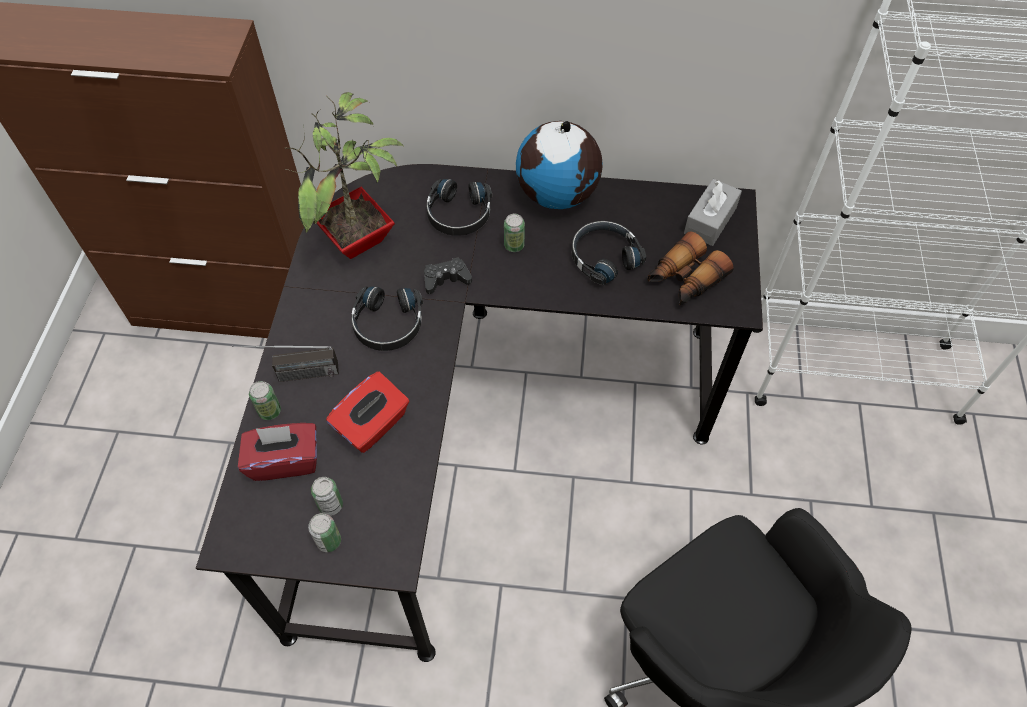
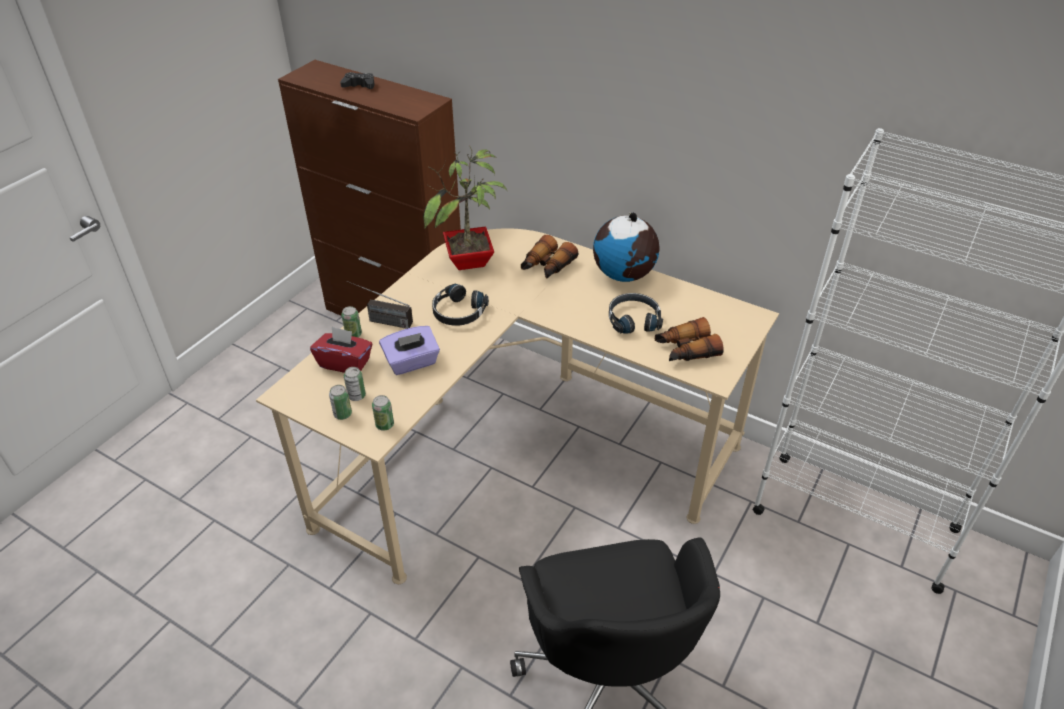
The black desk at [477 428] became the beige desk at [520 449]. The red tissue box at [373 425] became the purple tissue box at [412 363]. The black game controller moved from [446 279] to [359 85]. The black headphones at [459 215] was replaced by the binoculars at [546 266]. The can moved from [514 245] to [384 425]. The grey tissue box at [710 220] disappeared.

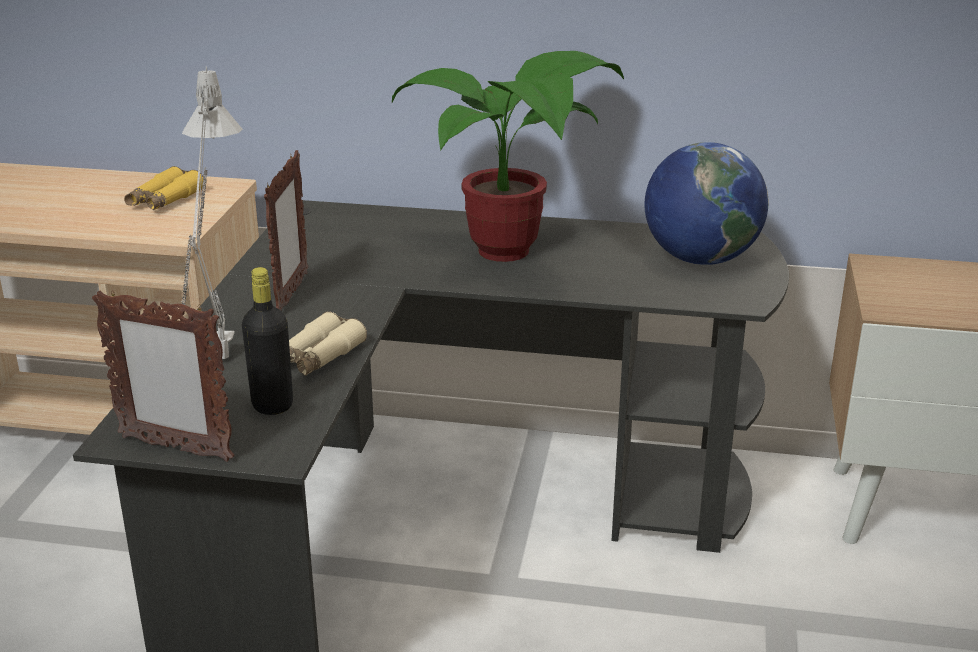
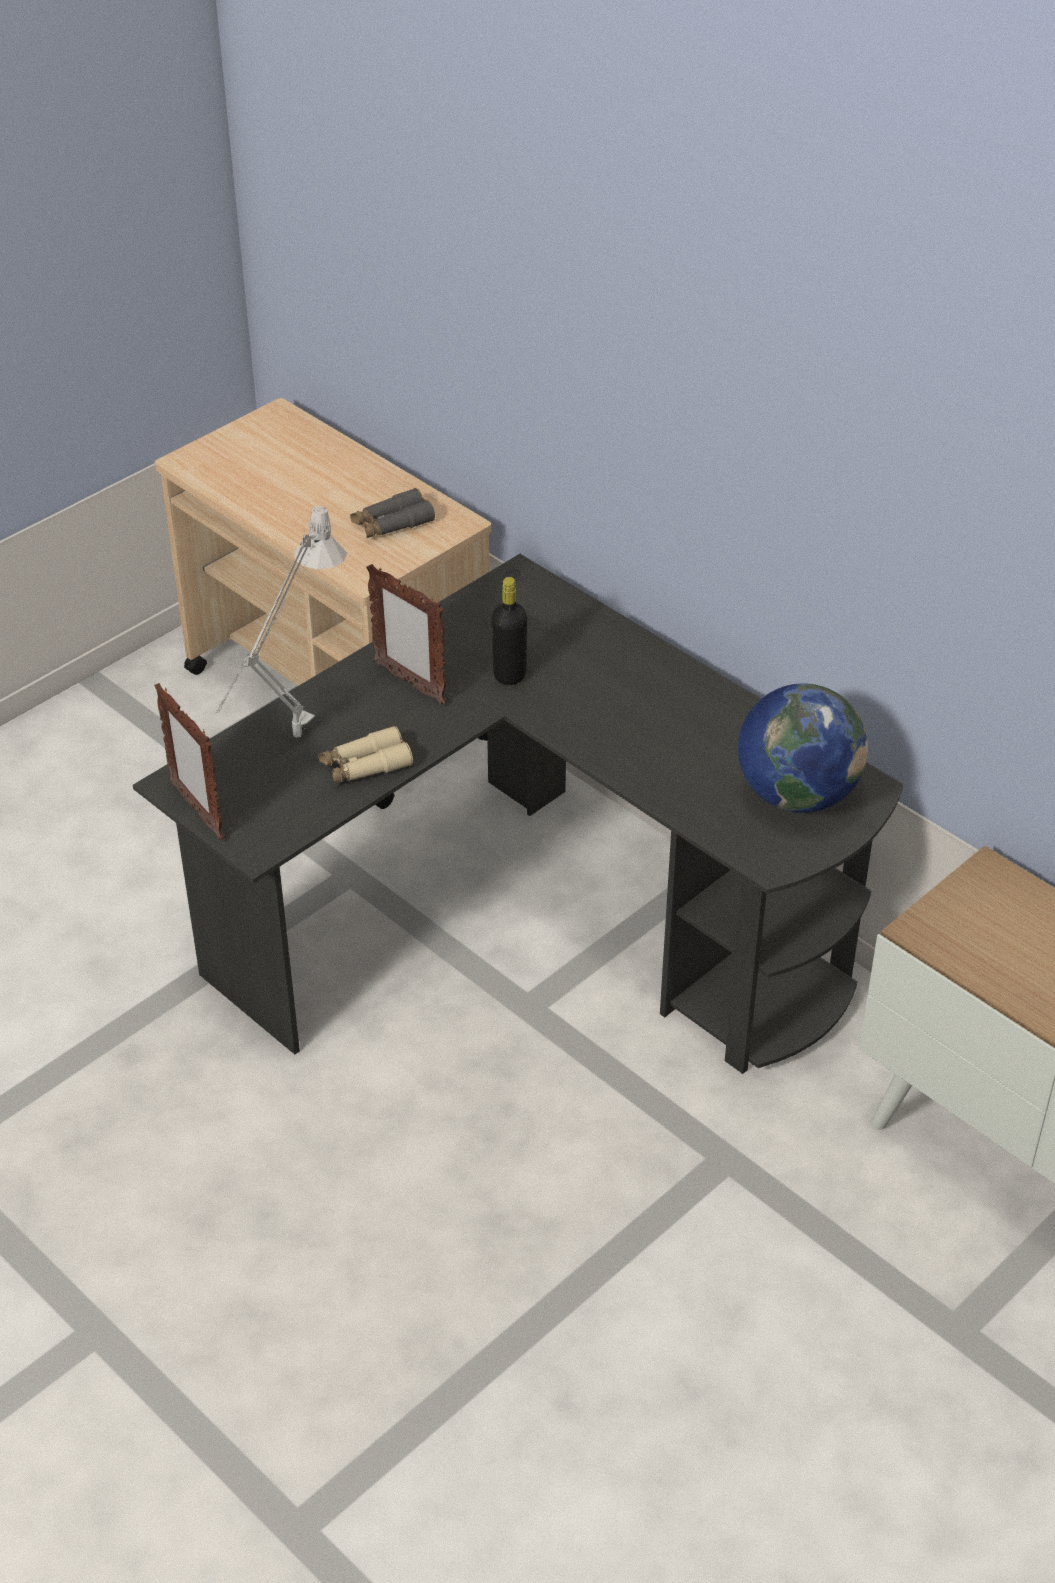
The yellow binoculars at [165 200] became the grey binoculars at [392 524]. The black bottle moved from [272 405] to [509 675]. The picture frame at [291 294] turned 90 degrees clockwise. The potted plant at [510 255] disappeared.

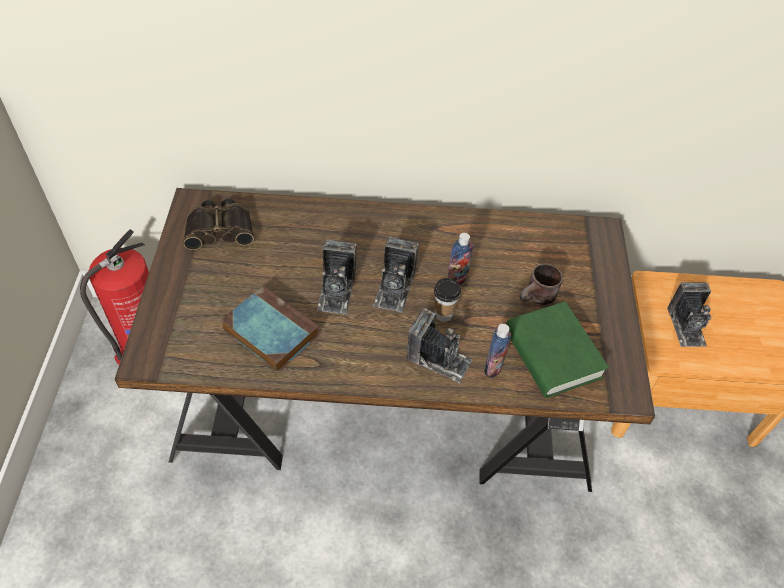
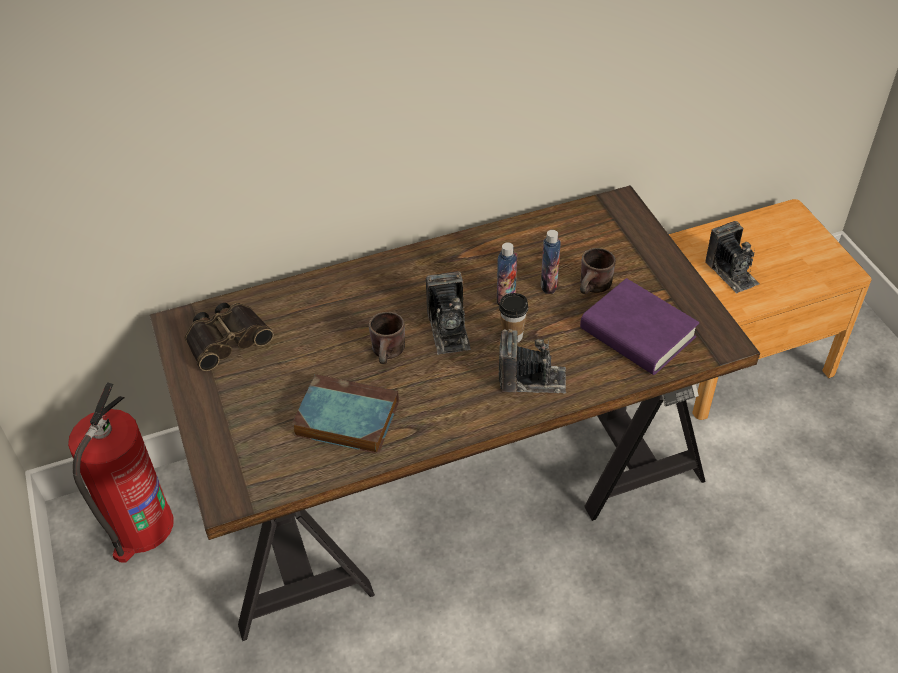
The photo camera at [336 290] was replaced by the brown mug at [390 353]. The bottle moved from [493 367] to [548 285]. The green book at [552 354] became the purple book at [637 333].

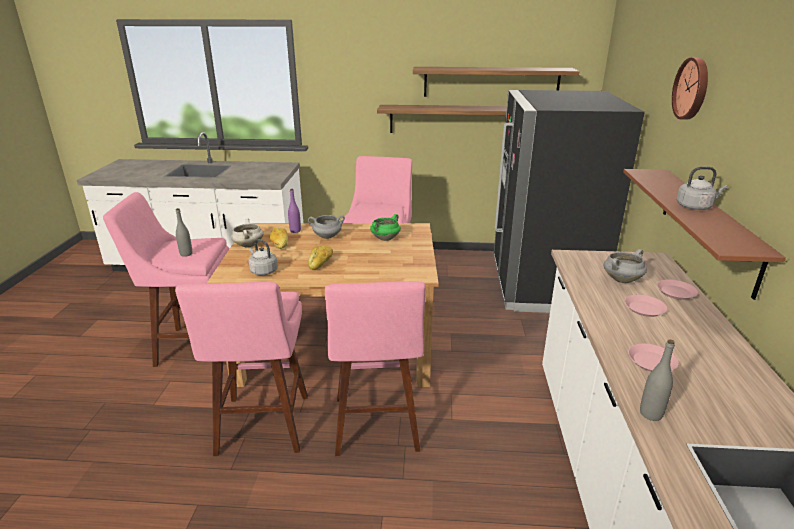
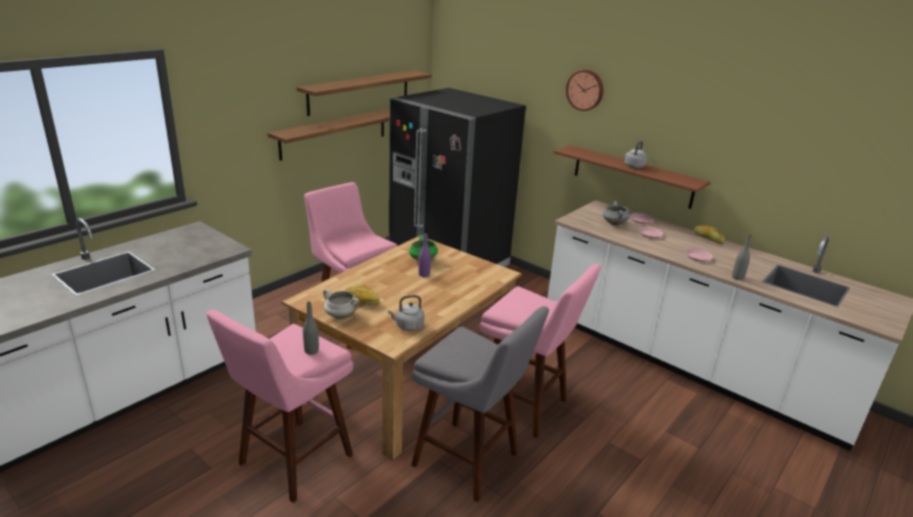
The pink stool at [262 428] became the grey stool at [470 462]. The purple bottle moved from [295 231] to [424 274]. The grey cooking pot at [327 237] disappeared. The bread moved from [321 262] to [707 239].

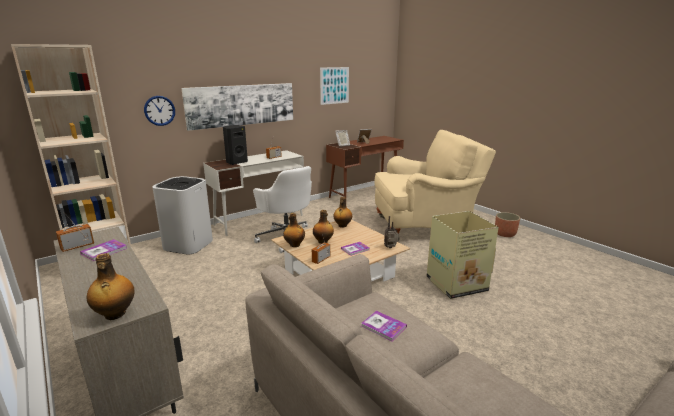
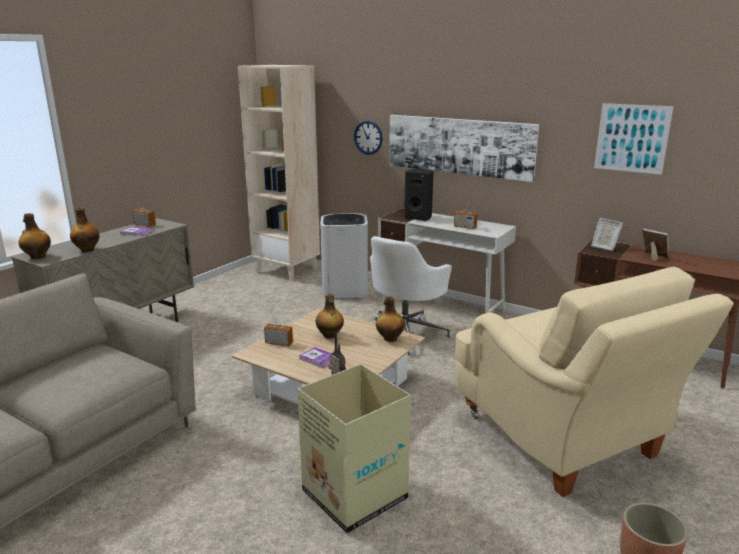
The bottle moved from [294 245] to [87 250]. The book at [383 326] disappeared.

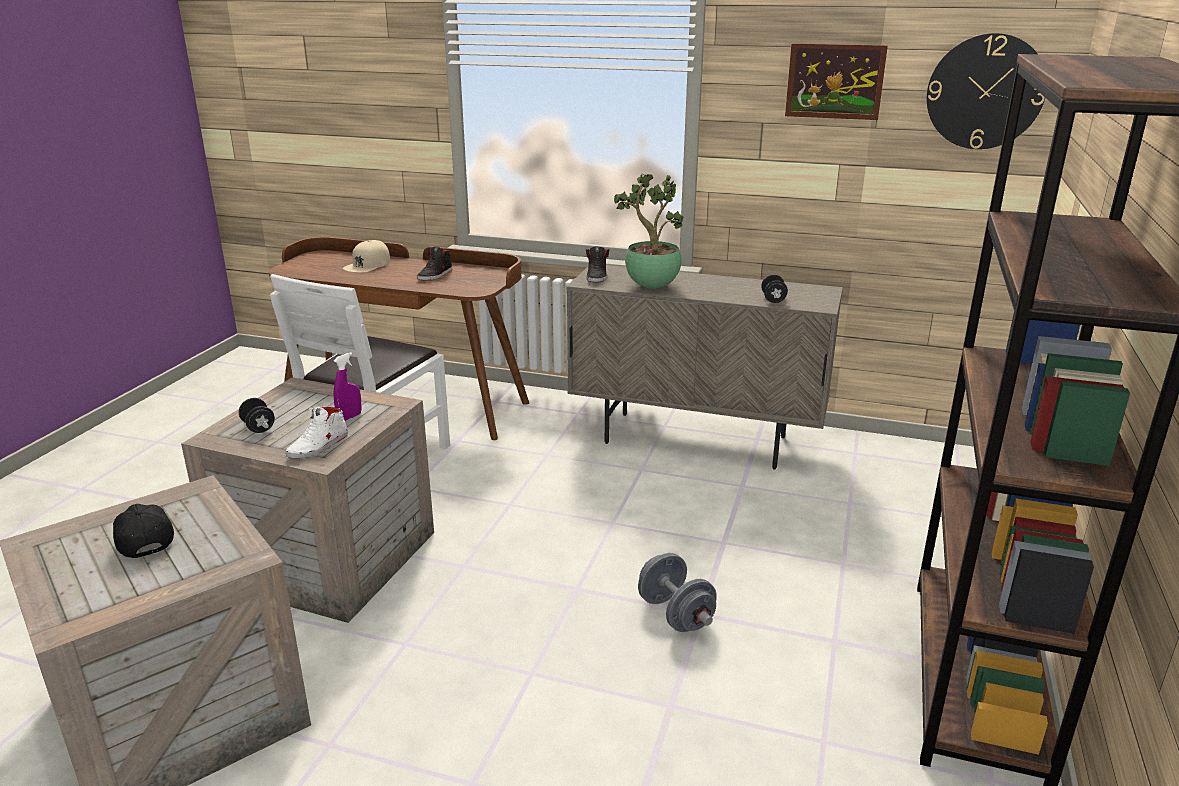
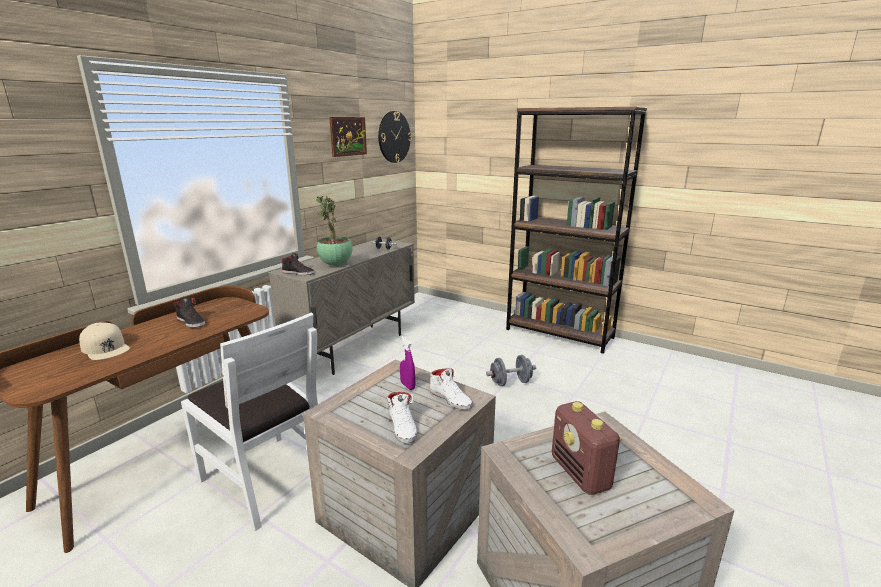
The black cap at [143 539] was replaced by the radio at [581 474]. The black dumbbell at [258 427] was replaced by the white shoe at [403 427].

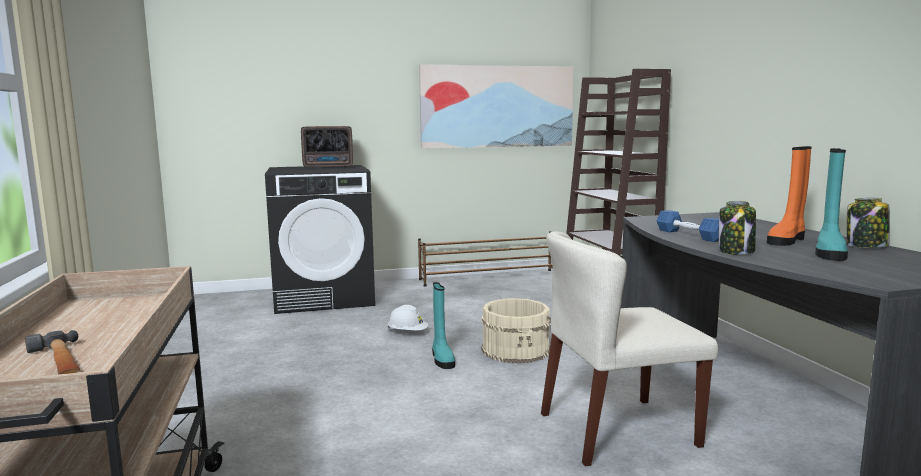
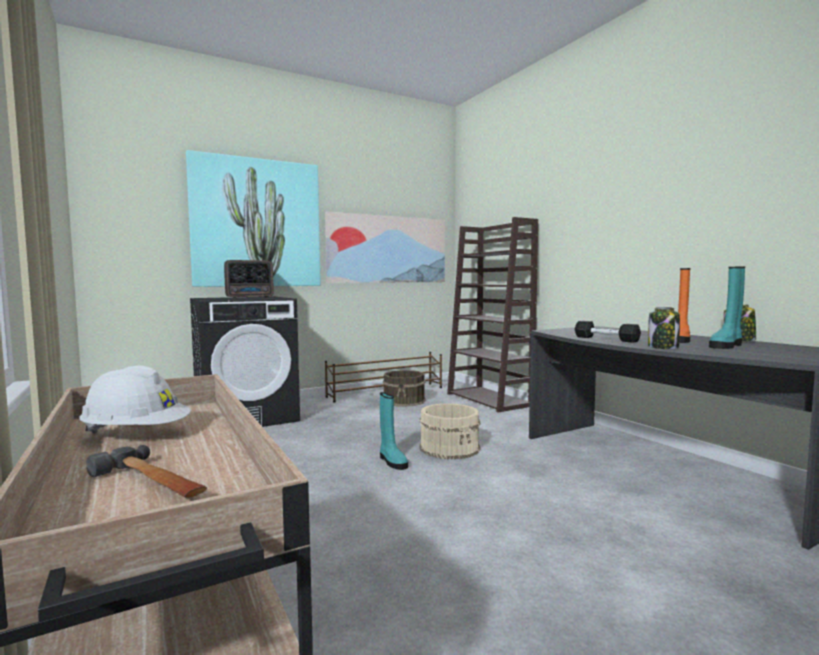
The white hard hat moved from [408 333] to [137 434]. The beige chair at [617 430] disappeared. The blue dumbbell at [689 235] became the black dumbbell at [606 339]. The turquoise boot at [828 253] turned 45 degrees clockwise. The picture at [256 223] appeared. The brown bucket at [404 401] appeared.

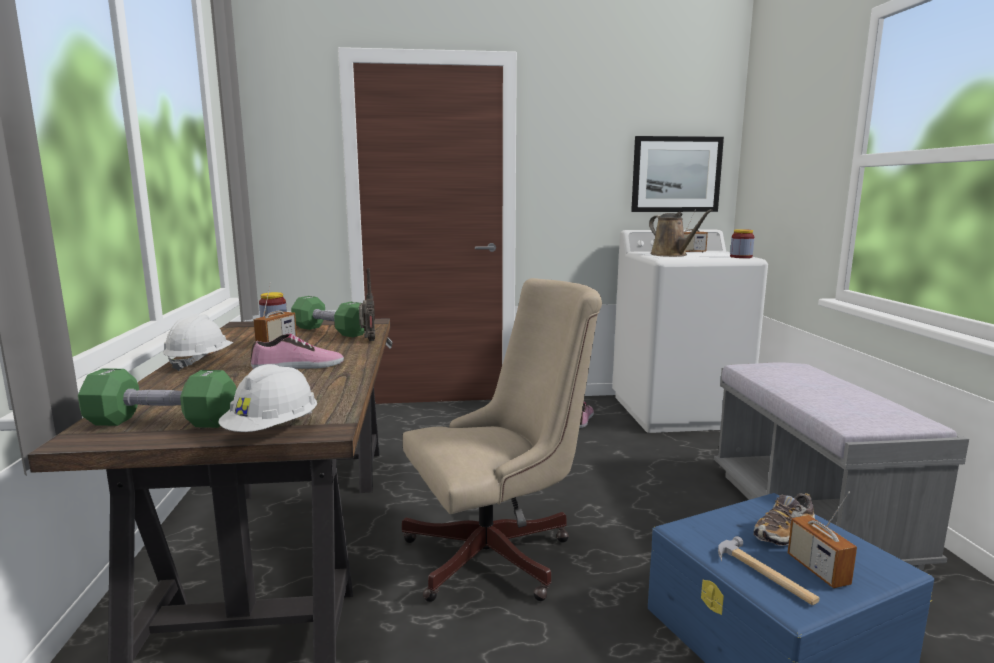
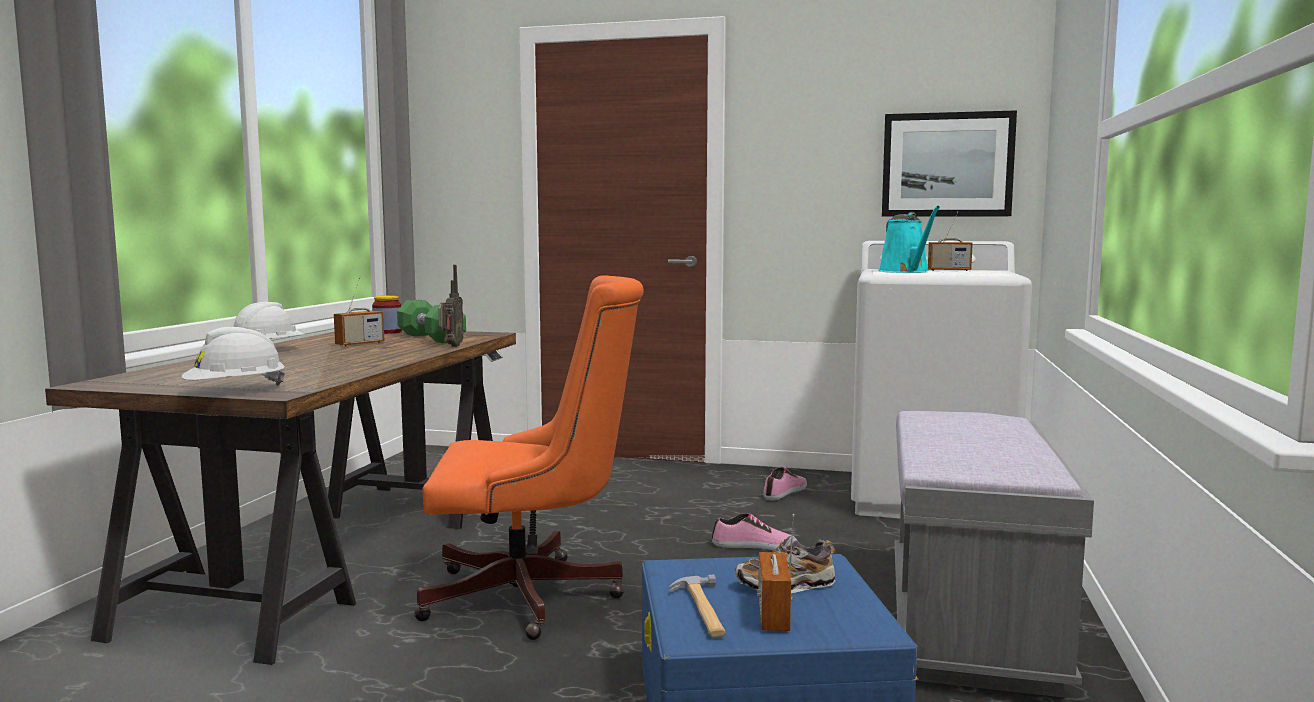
The green dumbbell at [162 422] disappeared. The shoe moved from [298 366] to [754 546]. The beige office chair at [499 554] became the orange office chair at [533 597]. The brown watering can at [671 255] became the turquoise watering can at [906 271]. The jar at [741 257] disappeared.

